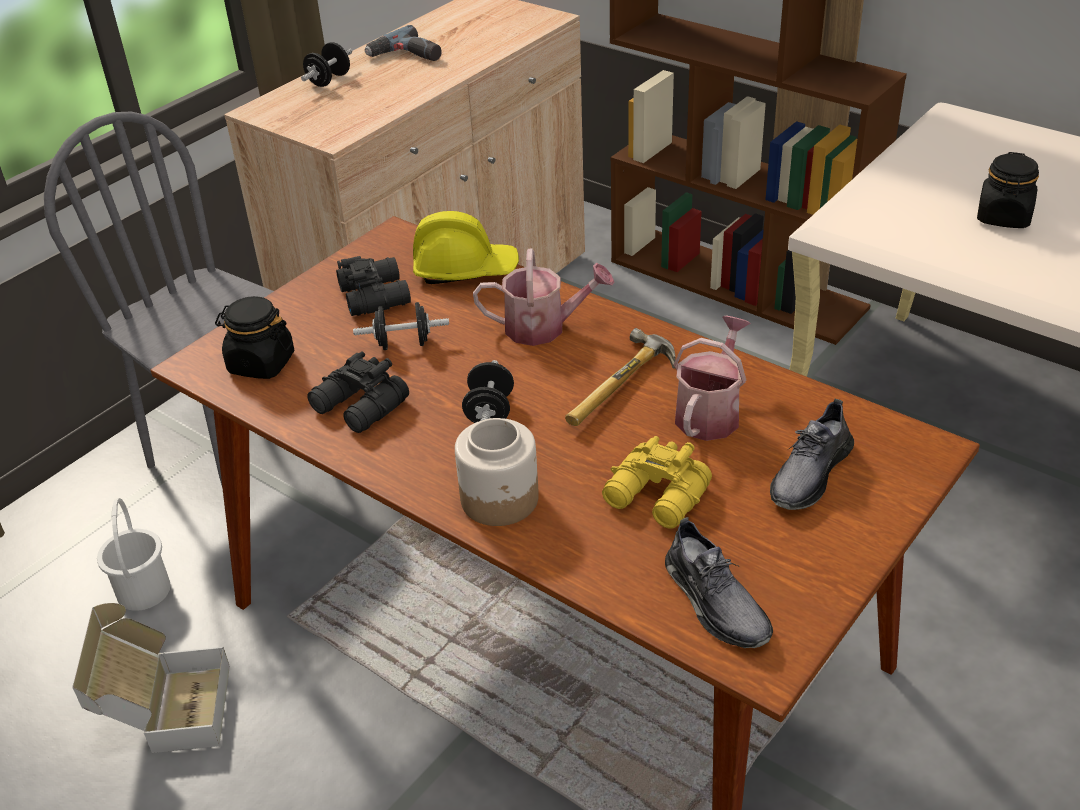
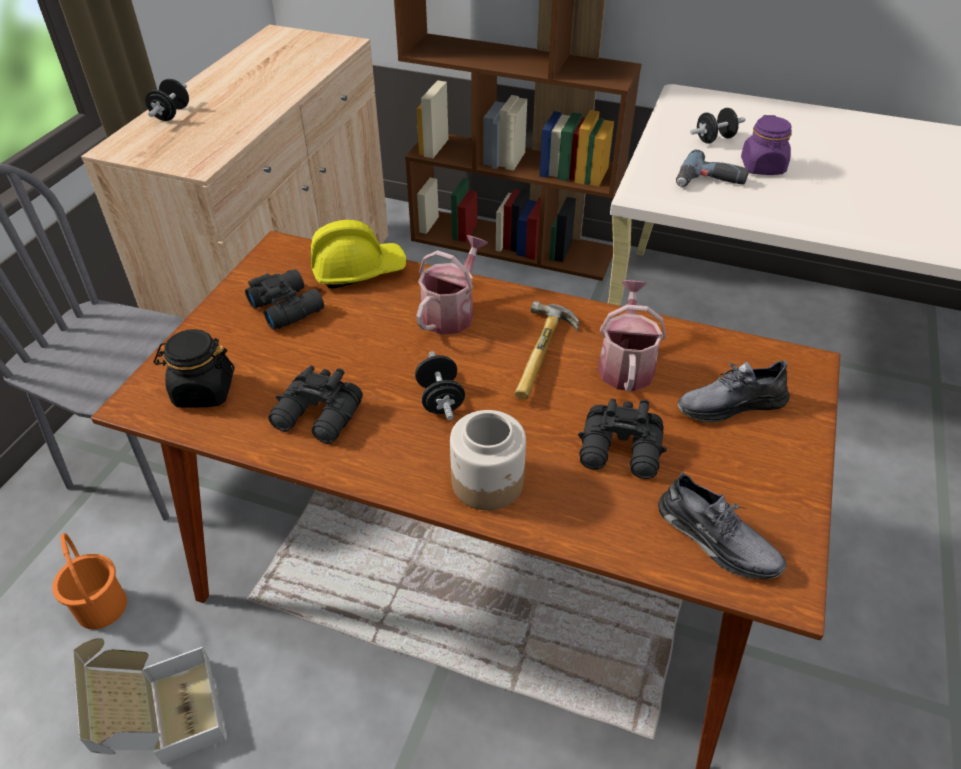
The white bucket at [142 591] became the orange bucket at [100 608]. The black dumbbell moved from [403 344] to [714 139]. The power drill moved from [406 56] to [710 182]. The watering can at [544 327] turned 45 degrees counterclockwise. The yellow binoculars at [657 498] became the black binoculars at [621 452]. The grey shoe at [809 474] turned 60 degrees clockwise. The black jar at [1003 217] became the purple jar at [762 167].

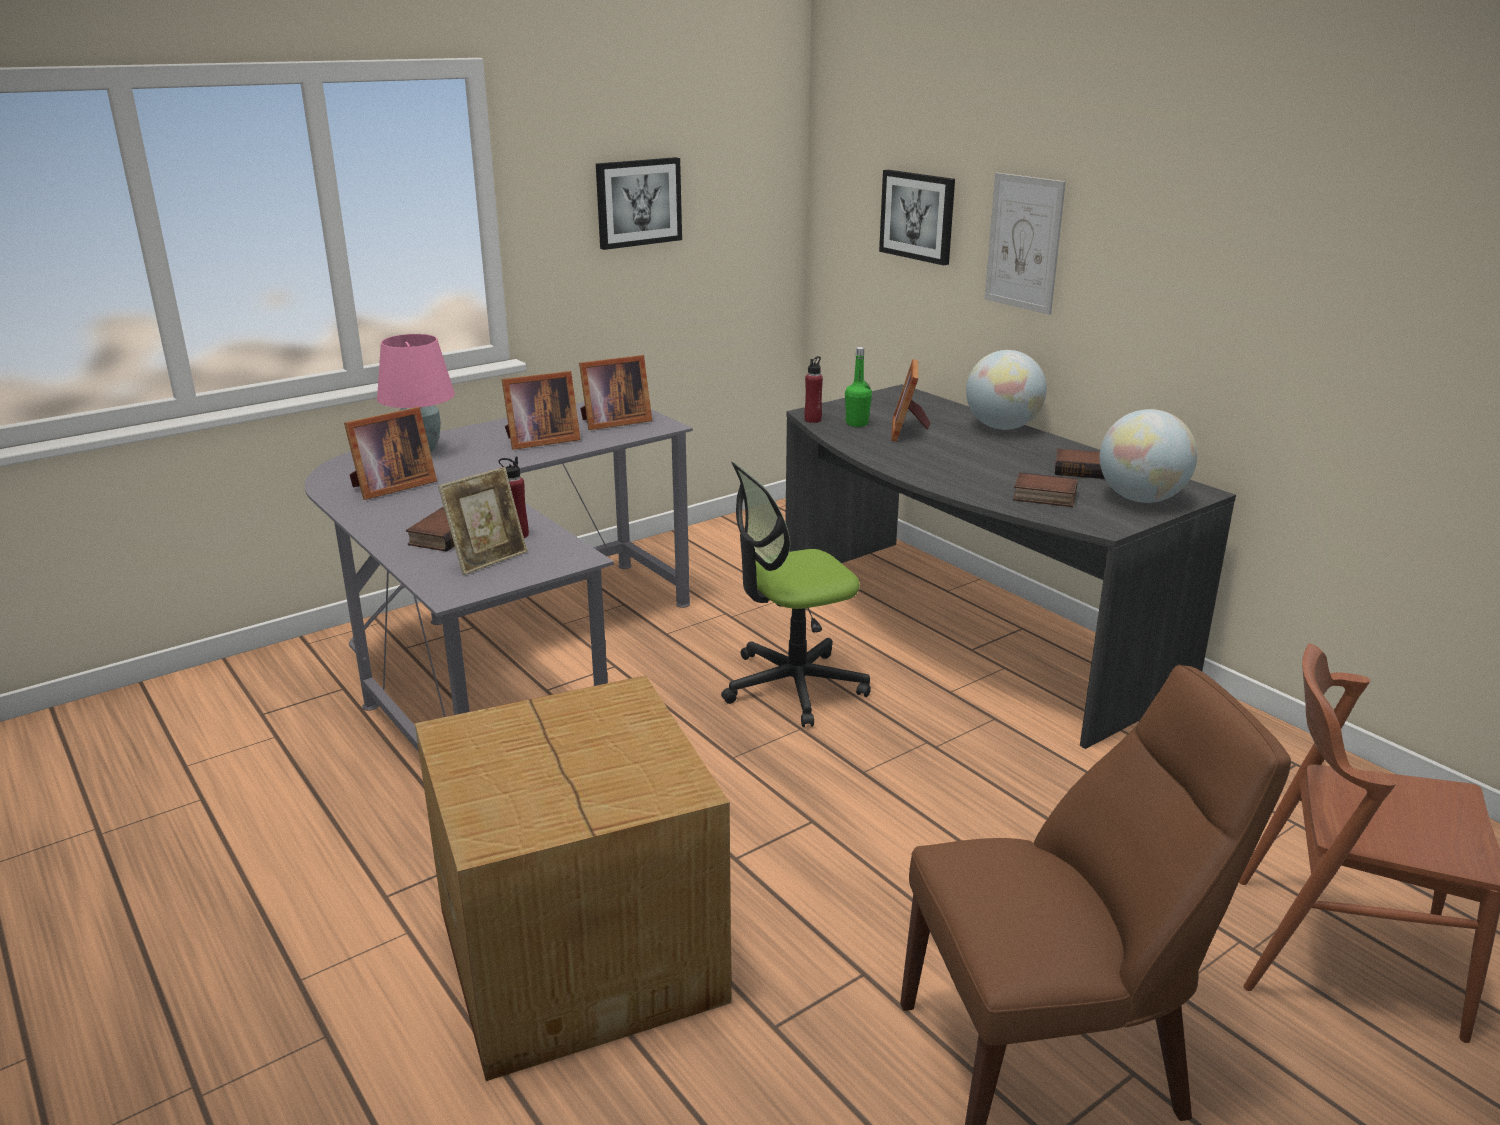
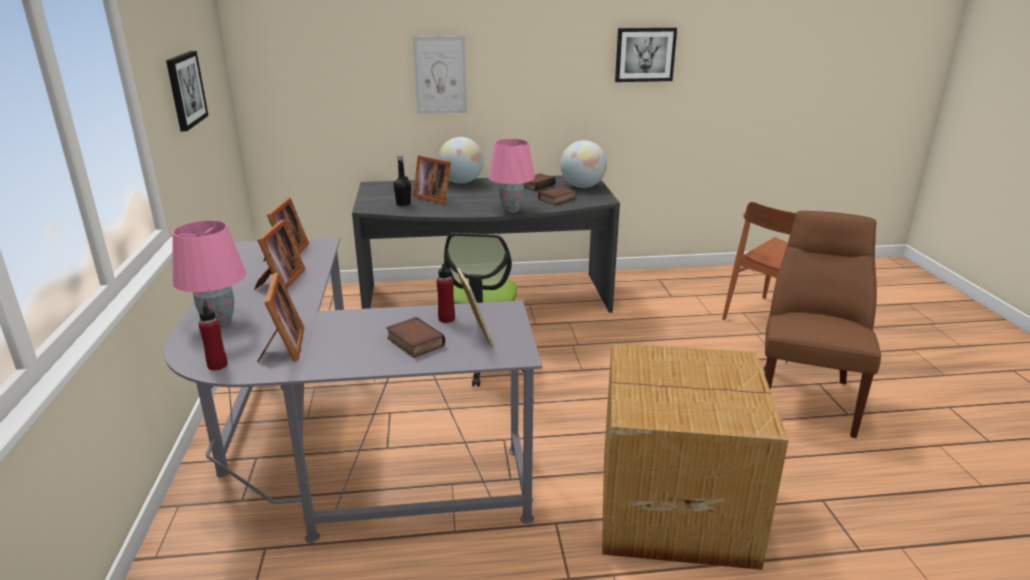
The red bottle moved from [813 420] to [217 365]. The green bottle at [857 423] became the black bottle at [403 204]. The picture moved from [918 216] to [645 54]. The pink table lamp at [512 210] appeared.

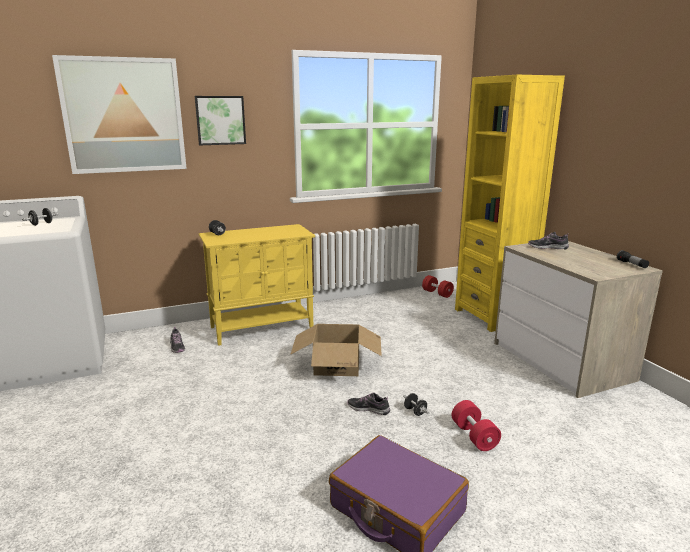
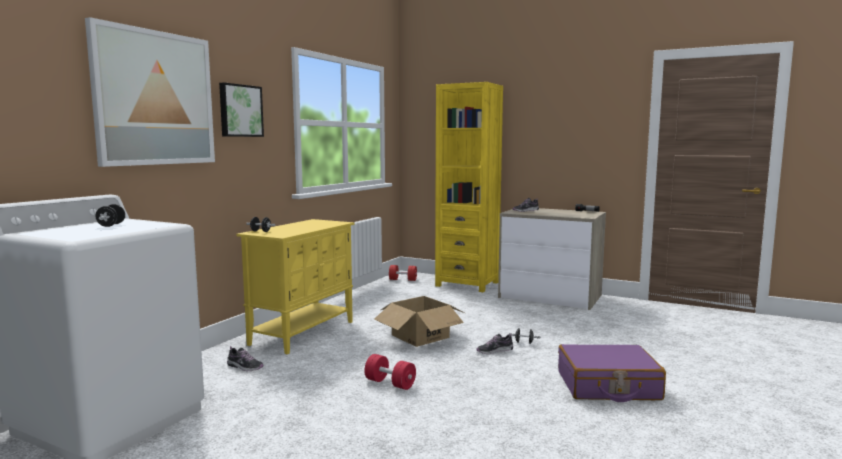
The red dumbbell moved from [474 436] to [390 383].

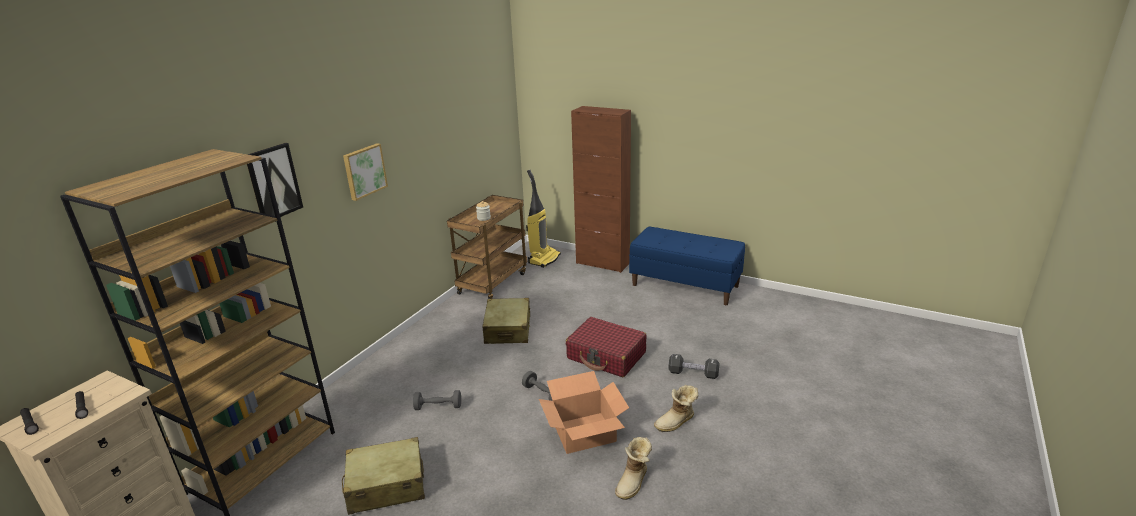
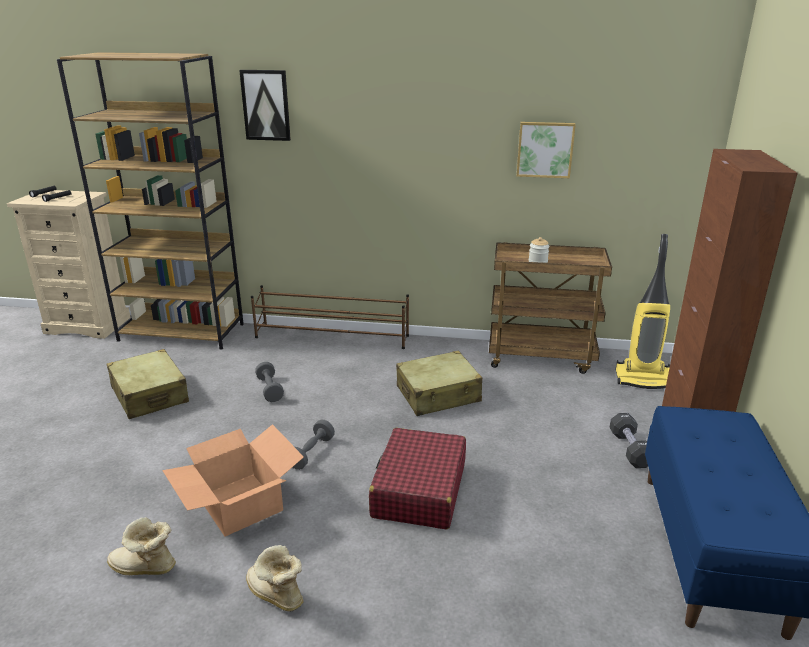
The picture moved from [364 171] to [545 149]. The black dumbbell moved from [693 373] to [630 449]. The brown shoe rack at [332 337] appeared.

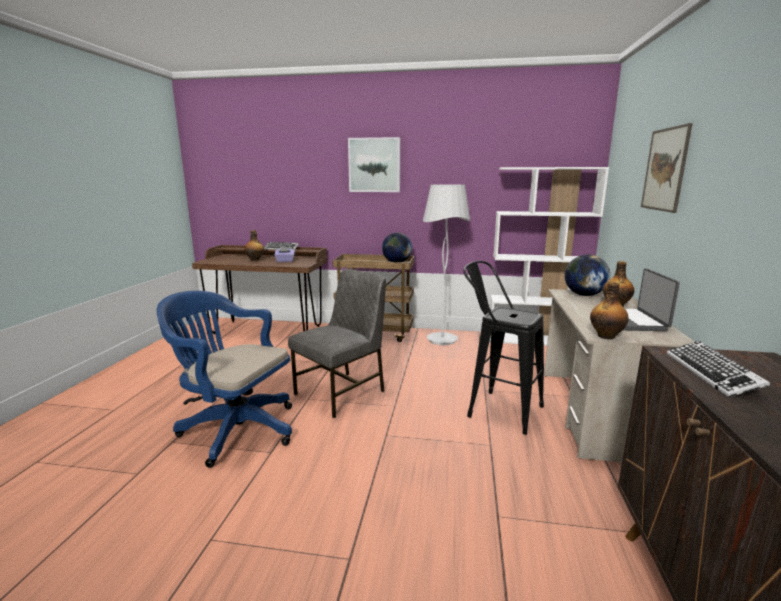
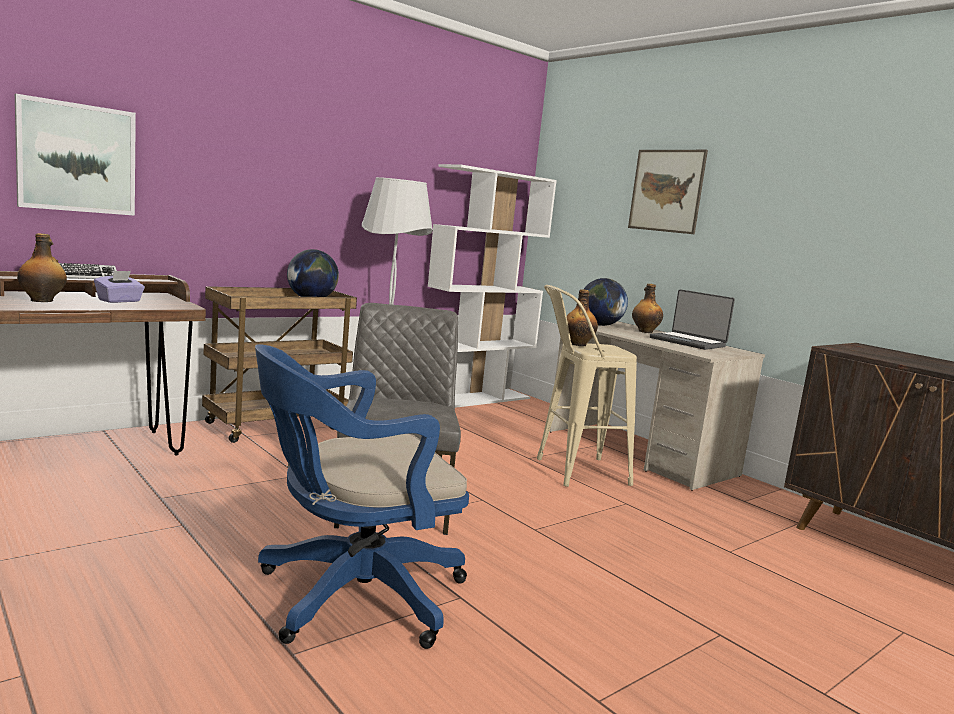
The picture moved from [374 165] to [77 158]. The black stool at [497 409] became the beige stool at [572 472]. The bottle moved from [606 336] to [578 344]. The keyboard at [711 373] disappeared.

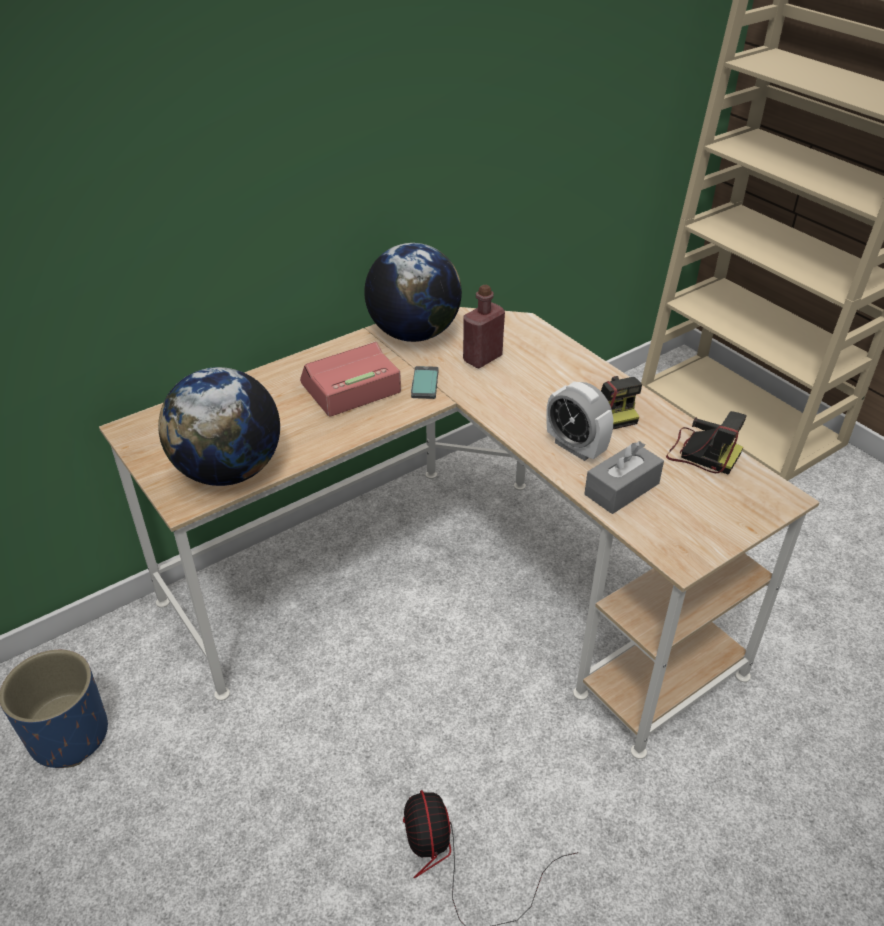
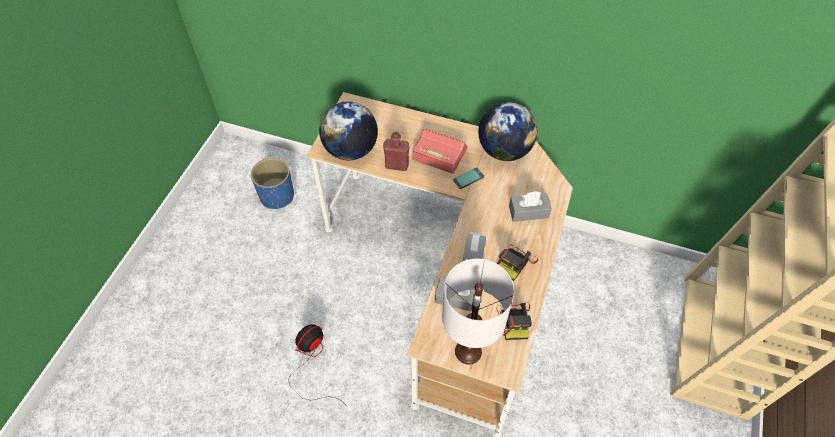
The red bottle moved from [482 358] to [397 165]. The white table lamp at [468 351] appeared. The grey tissue box at [528 212] appeared.

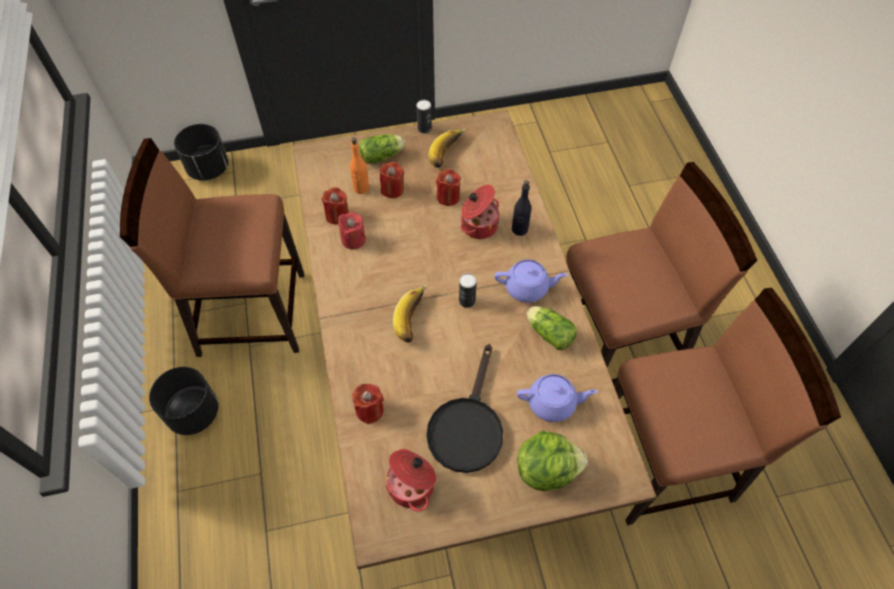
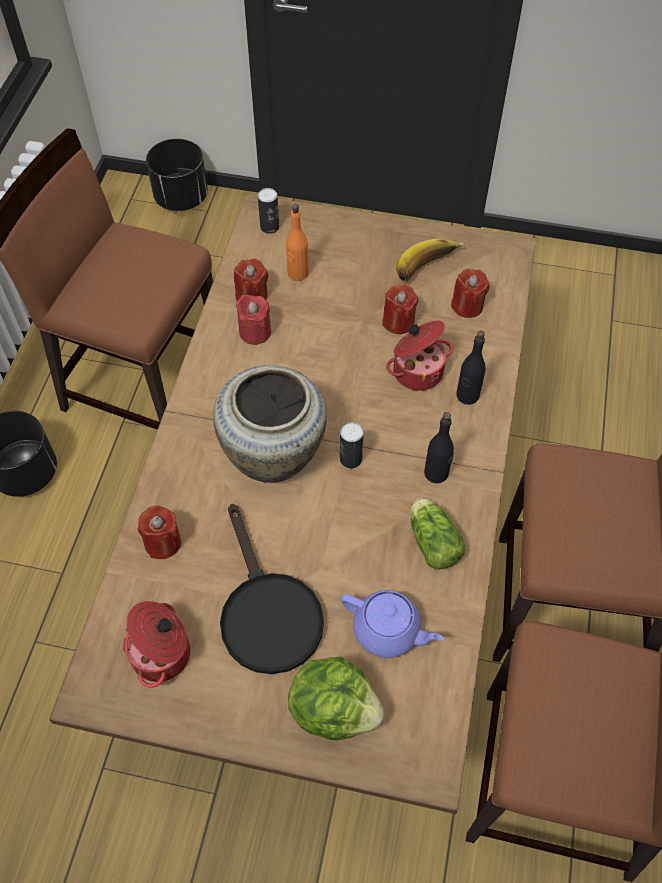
The lettuce at [383 156] disappeared. The red candle moved from [392 189] to [467 306]. The banana at [415 319] was replaced by the beige vase at [275 456]. The can moved from [424 128] to [269 227]. The black frying pan at [467 425] turned 60 degrees counterclockwise. The purple teapot at [527 288] was replaced by the black bottle at [436 473].

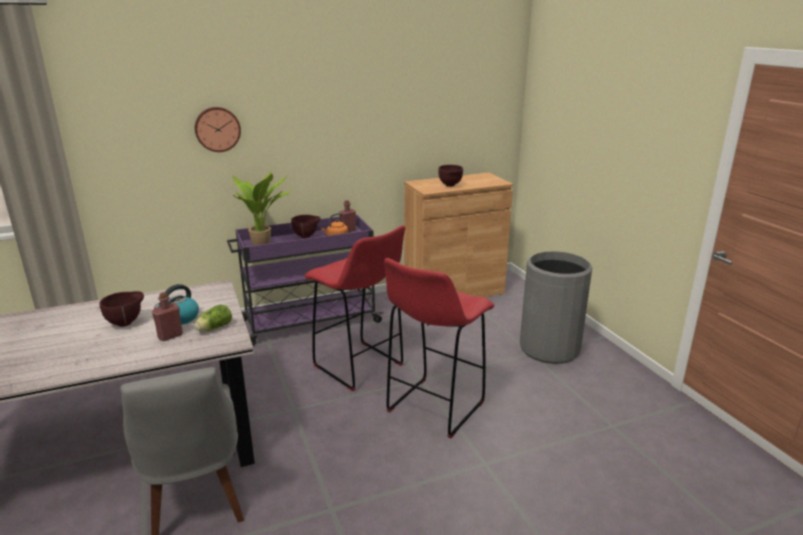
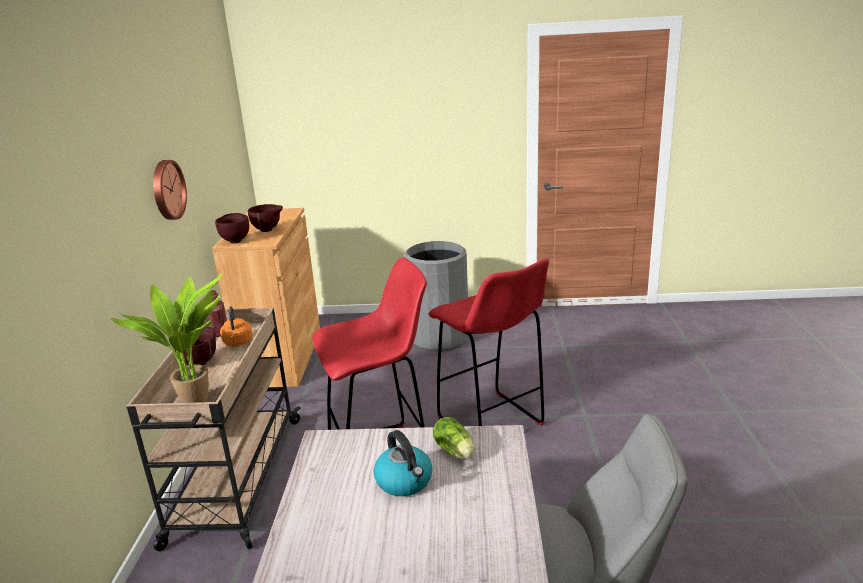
The brown bowl moved from [127 323] to [235 241]. The red bottle at [170 336] disappeared. The wall clock moved from [217 129] to [167 190]. The purple cart at [308 322] became the beige cart at [236 480].

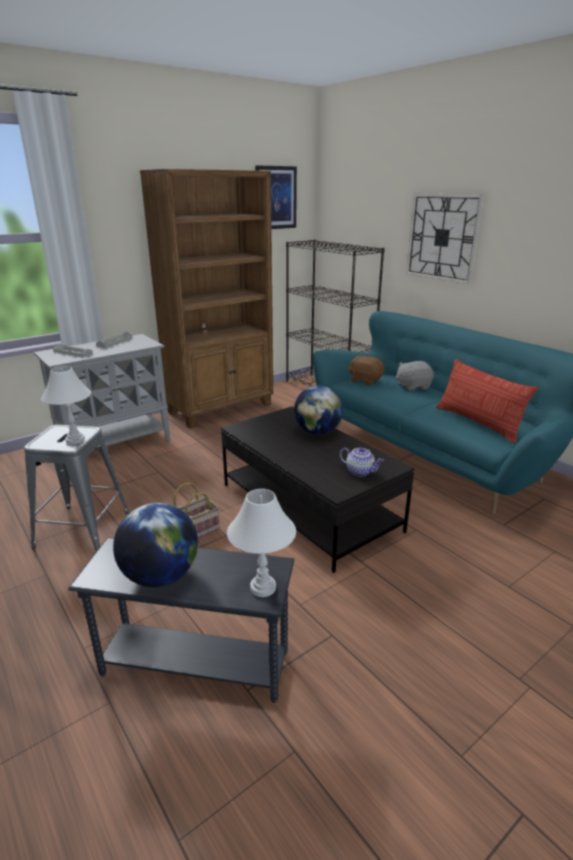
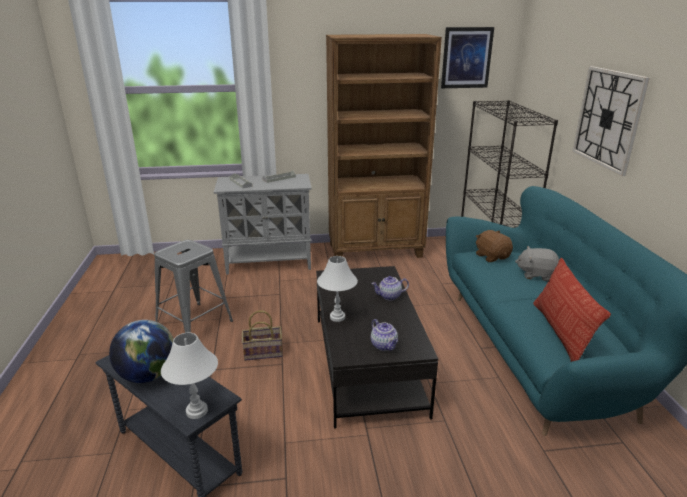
The white table lamp moved from [75 440] to [337 317]. The globe at [317 432] was replaced by the teapot at [389 296].

